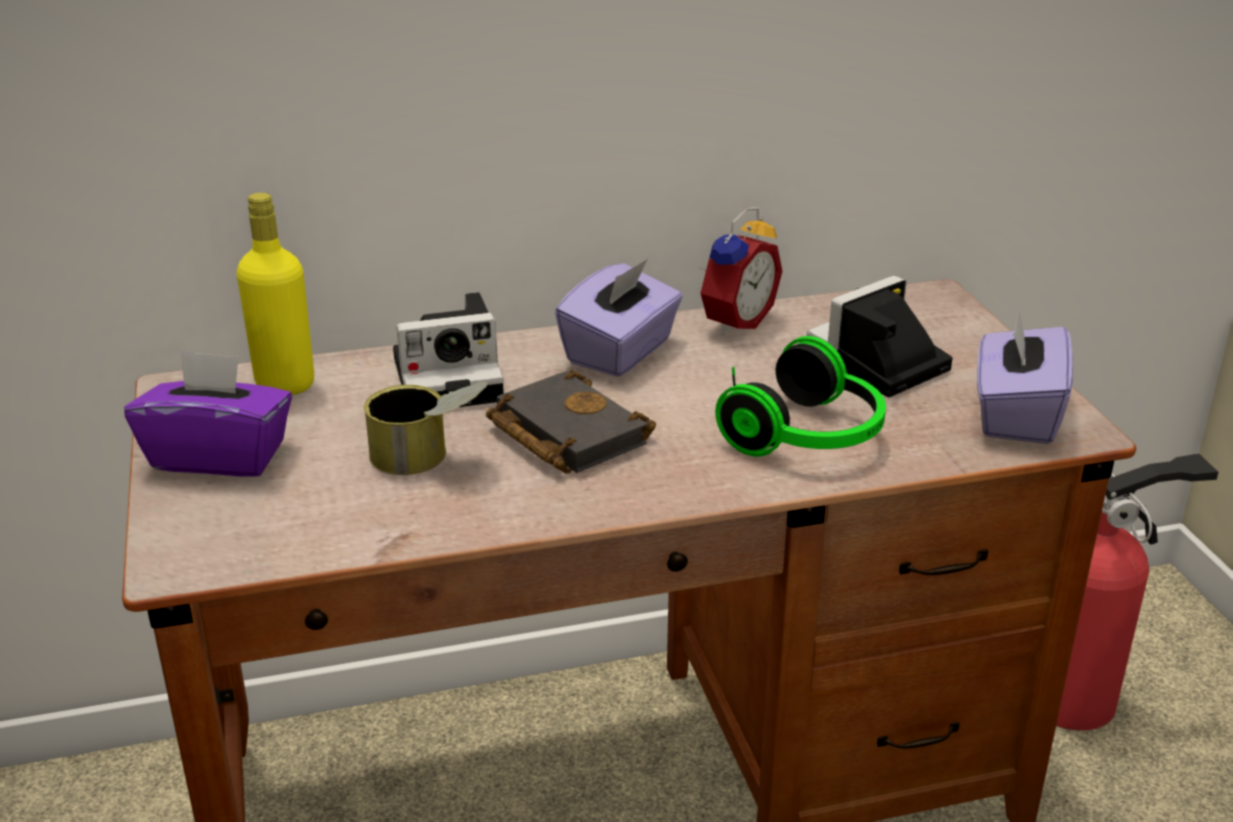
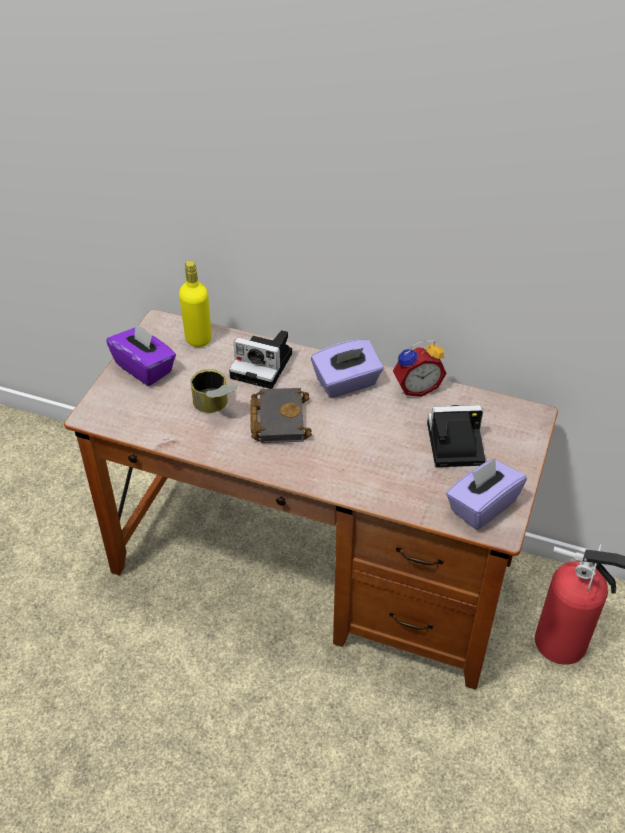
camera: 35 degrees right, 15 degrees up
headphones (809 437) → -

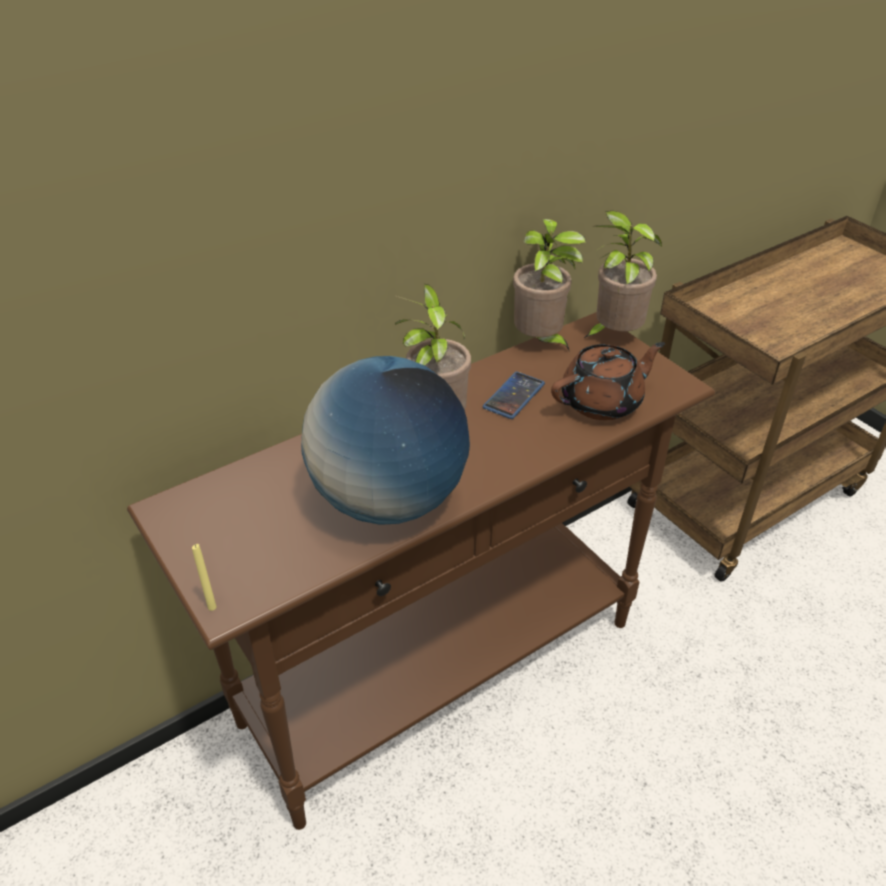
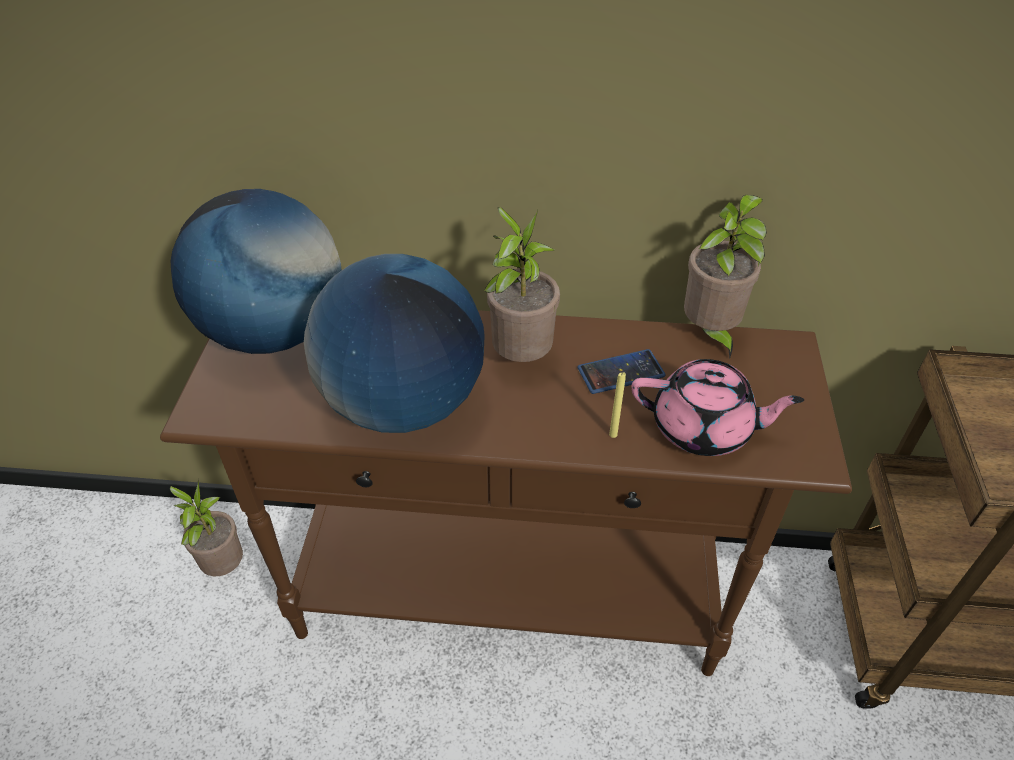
camera: 40 degrees right, 5 degrees up
potted plant (613 335) → potted plant (223 565), shifted
- → globe (274 332)
yellow candle (212 607) → yellow candle (613 434), shifted
brown teapot (603 402) → pink teapot (703 428)

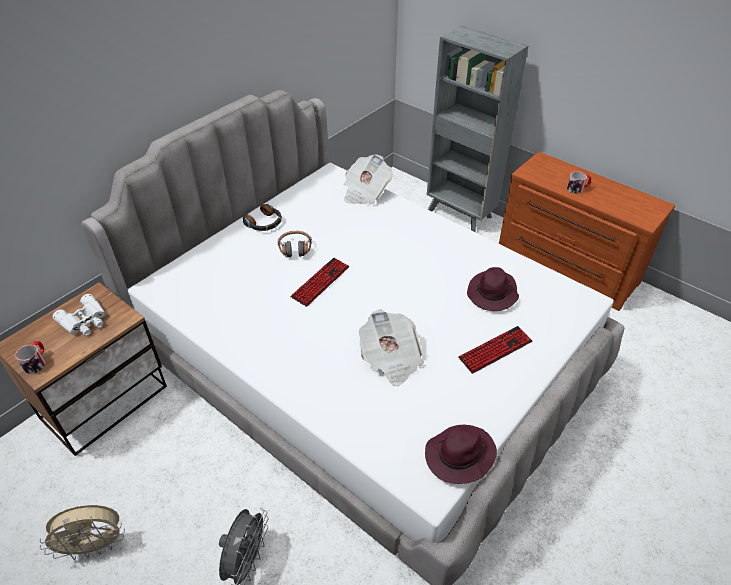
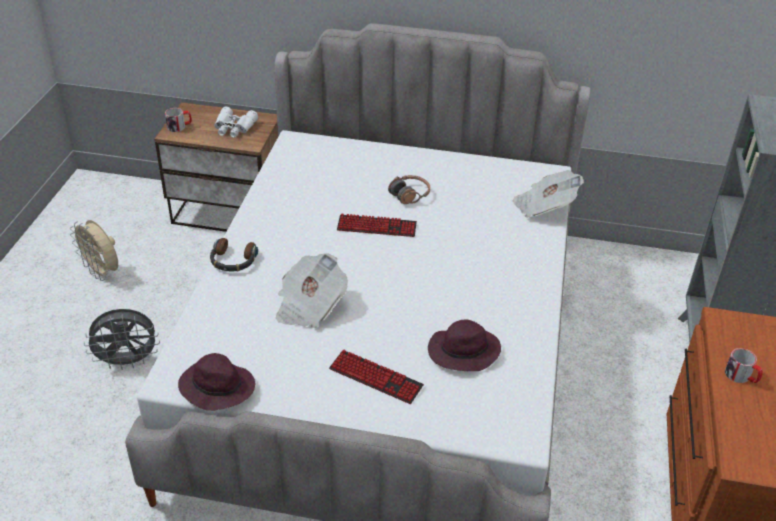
camera: 60 degrees right, 5 degrees down
headphones (264 223) → headphones (233 261), shifted

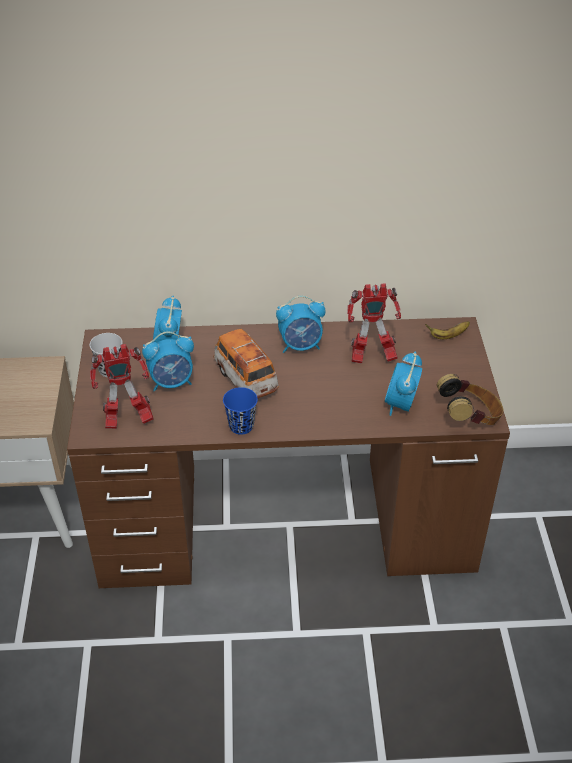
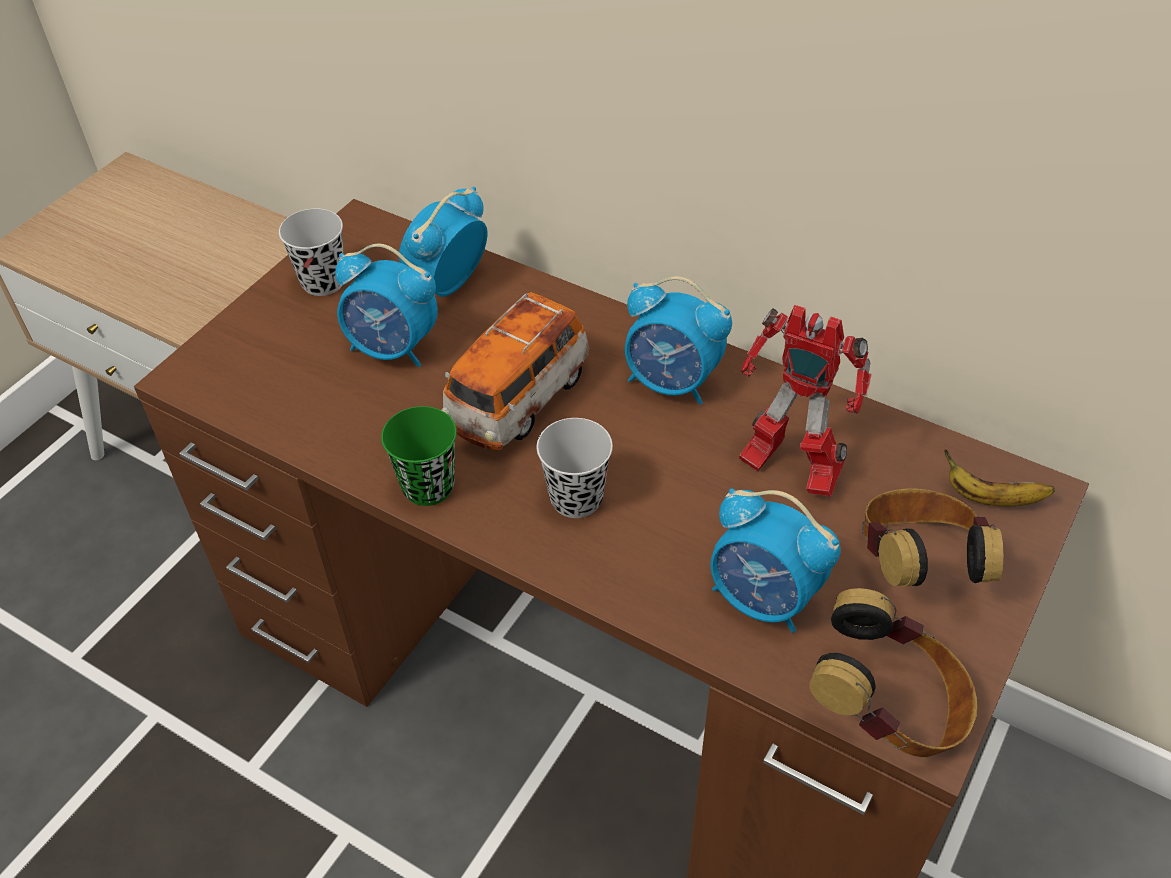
camera: 35 degrees right, 5 degrees up
blue cup (241 426) → green cup (428 486)
toy car (245 379) → toy car (518 400), 150 degrees counterclockwise
- → black cup (576 498)
alarm clock (401 404) → alarm clock (763 599), 105 degrees counterclockwise
- → headphones (916 564)
toy robot (126 420) → -

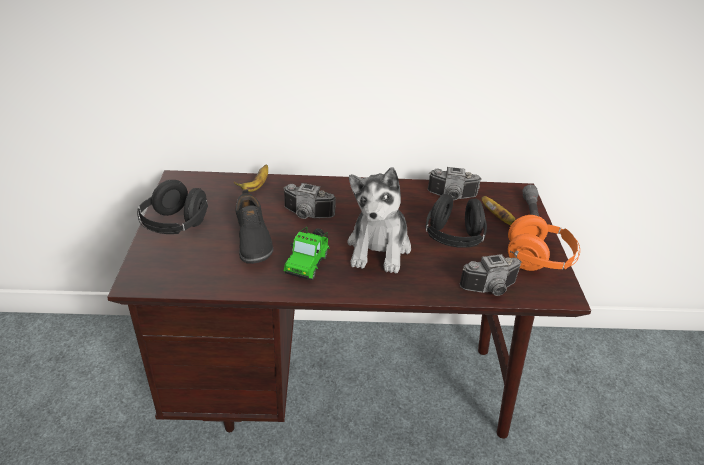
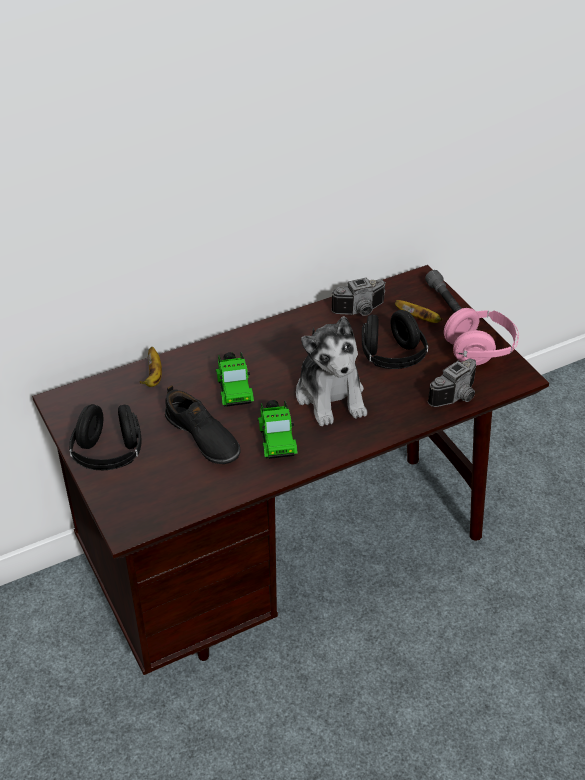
camera: 25 degrees left, 5 degrees up
photo camera (306 215) → toy car (234 389)
orange headphones (538 259) → pink headphones (480 350)

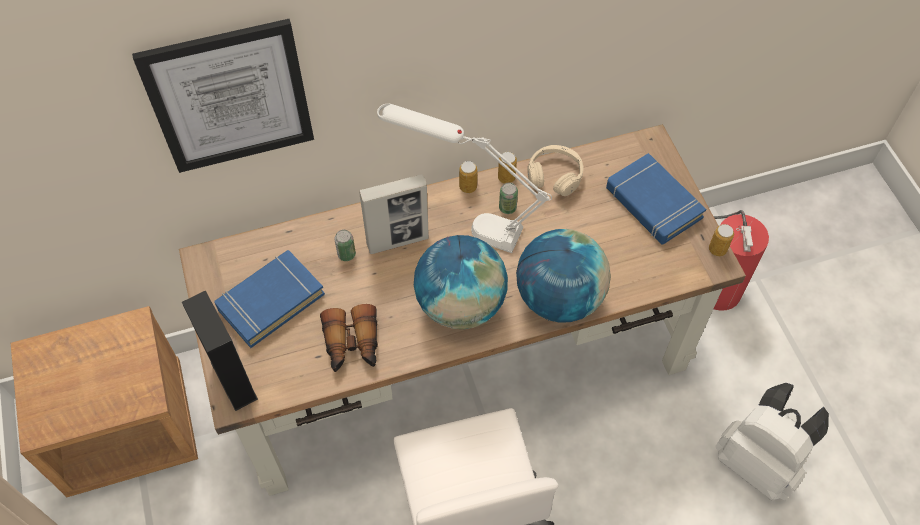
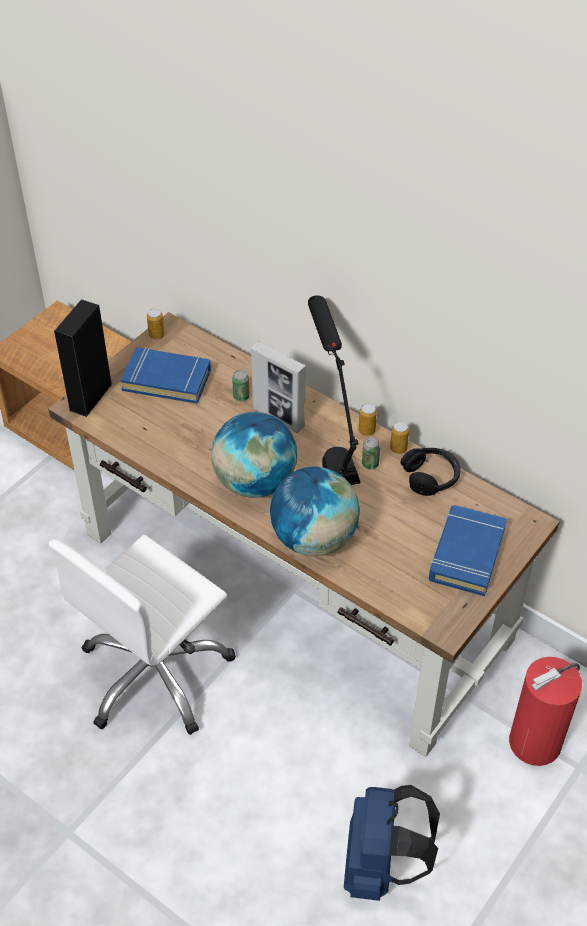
camera: 55 degrees right, 10 degrees down
can (717 249) → can (156 335), shifted
white table lamp (464 222) → black table lamp (331 446)
white backpack (758 462) → blue backpack (381 866)
beige headphones (555 175) → black headphones (430 477)
picture (230 97) → -
binoculars (352 345) → -

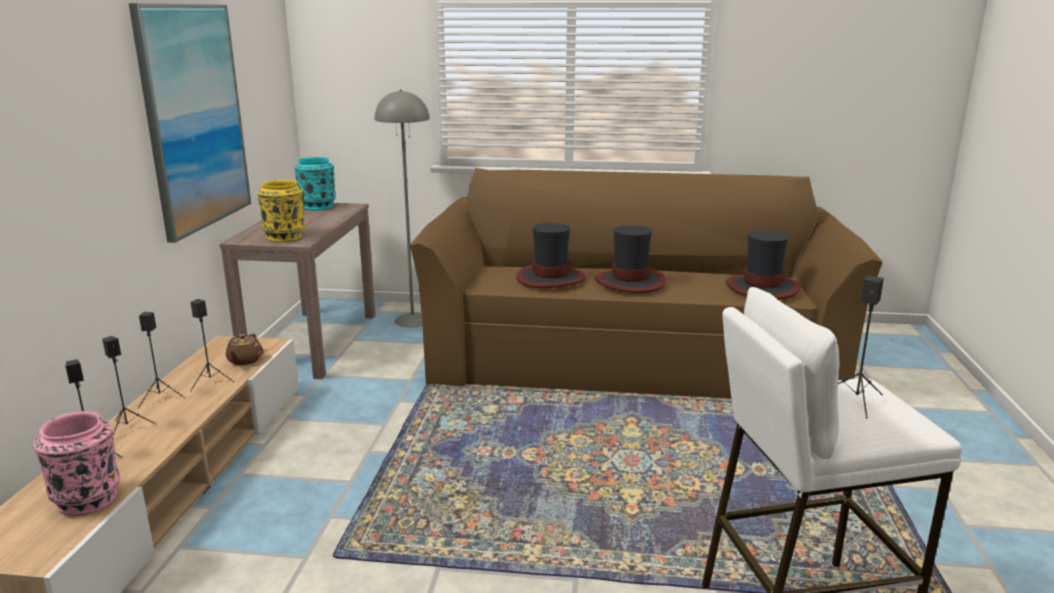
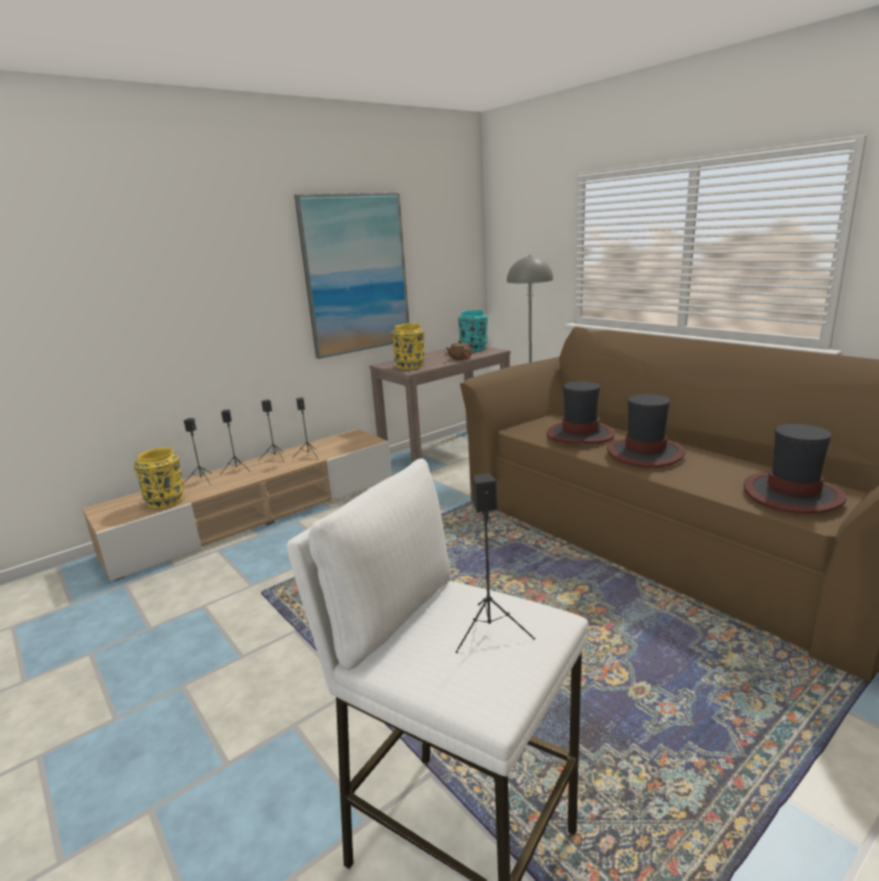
camera: 45 degrees right, 0 degrees up
pink vase (87 499) → yellow vase (166 501)
brown teapot (245 361) → brown teapot (460 358), shifted

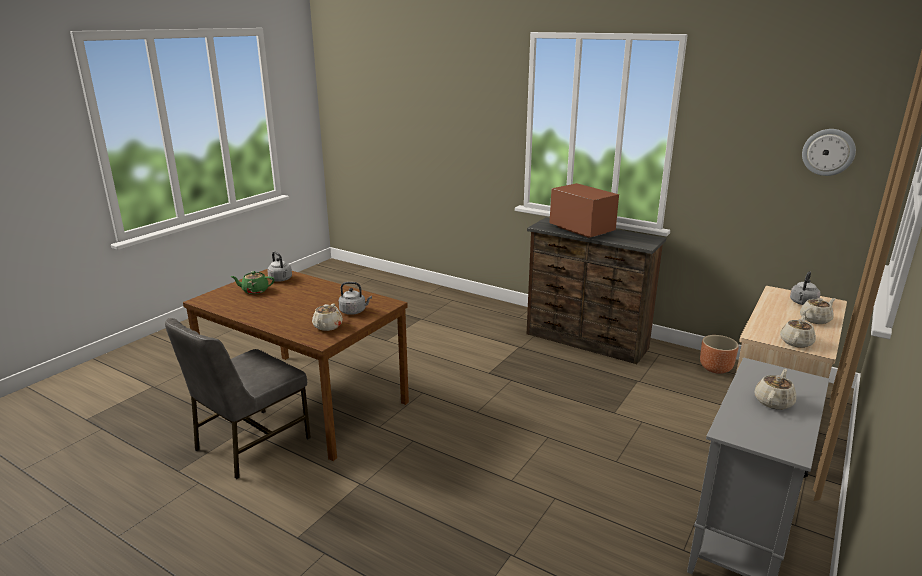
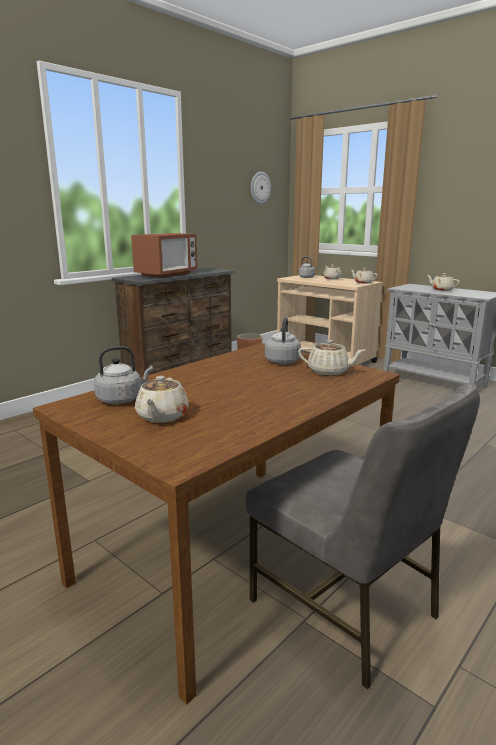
camera: 80 degrees left, 5 degrees down
microwave (582 230) → microwave (166 274), 150 degrees clockwise
green teapot (254 290) → beige teapot (162 416)

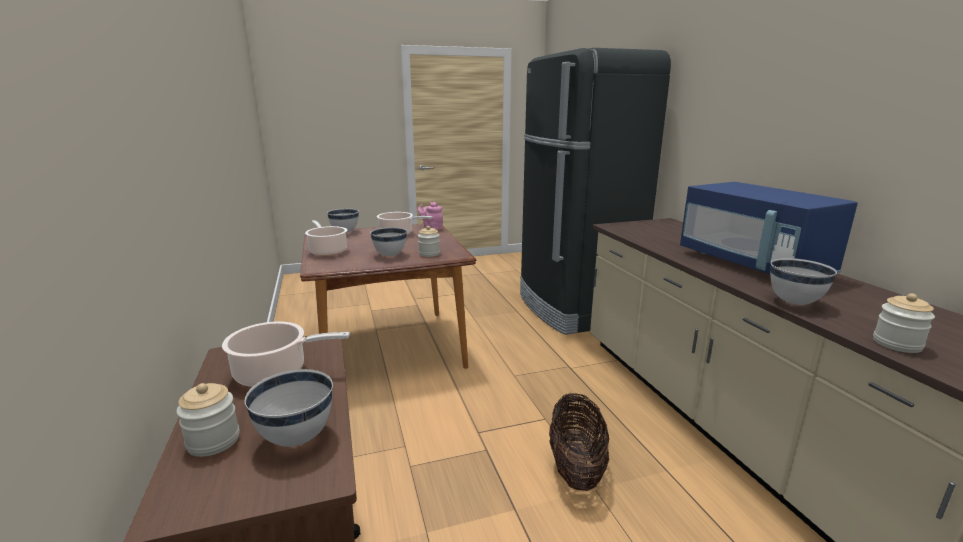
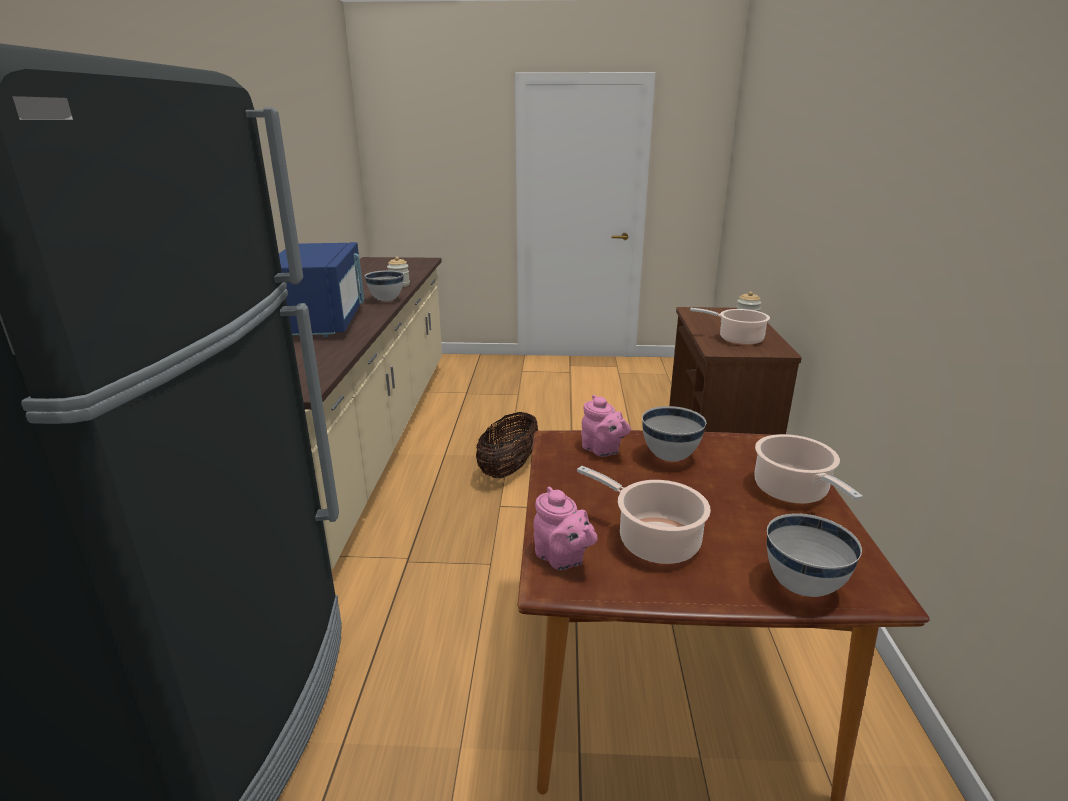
camera: 160 degrees left, 5 degrees up
jar (429 254) → pink teapot (603 450)
white bowl (296 438) → -

